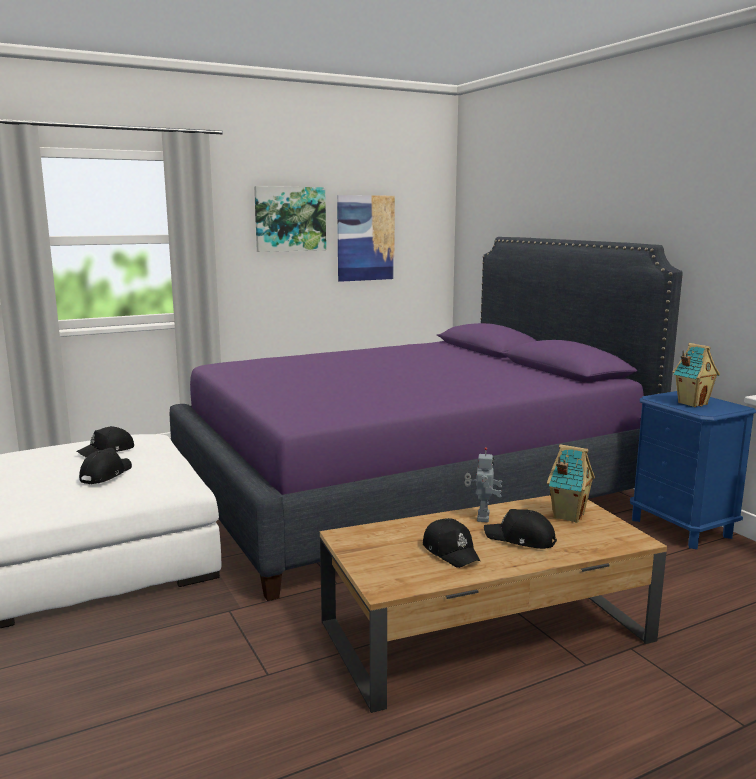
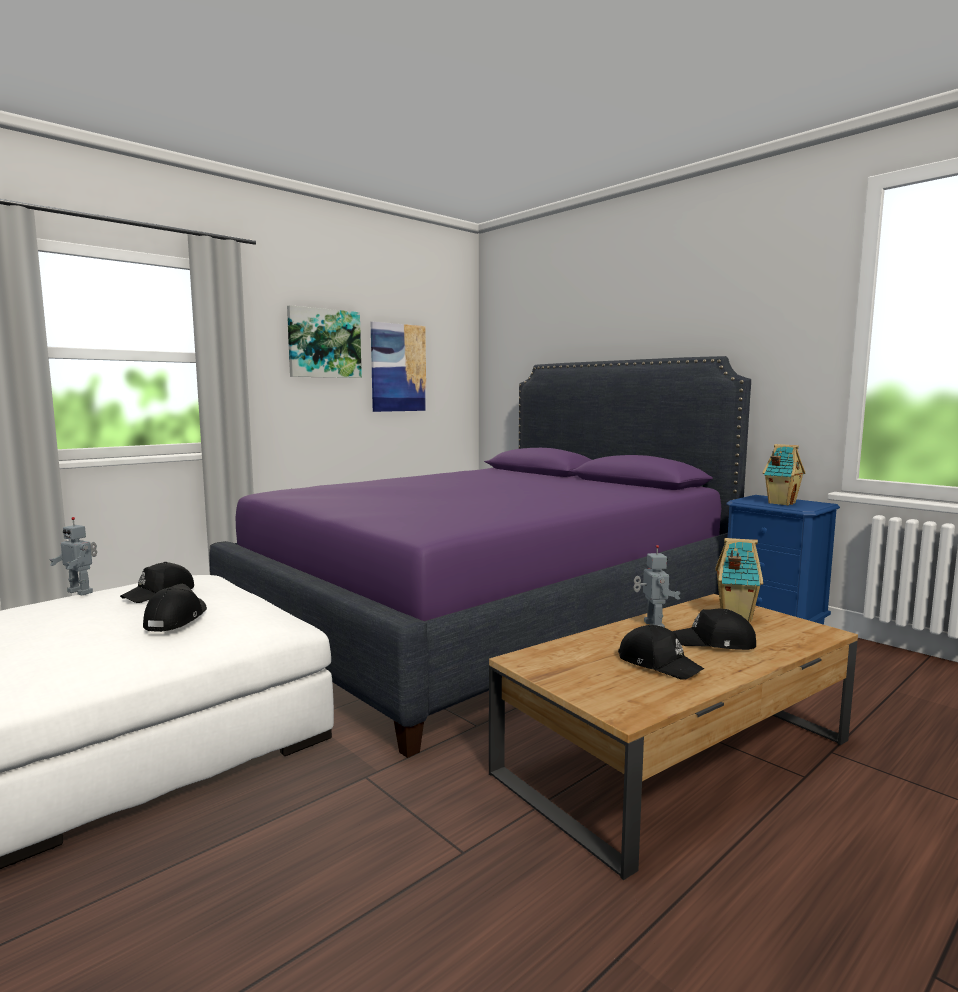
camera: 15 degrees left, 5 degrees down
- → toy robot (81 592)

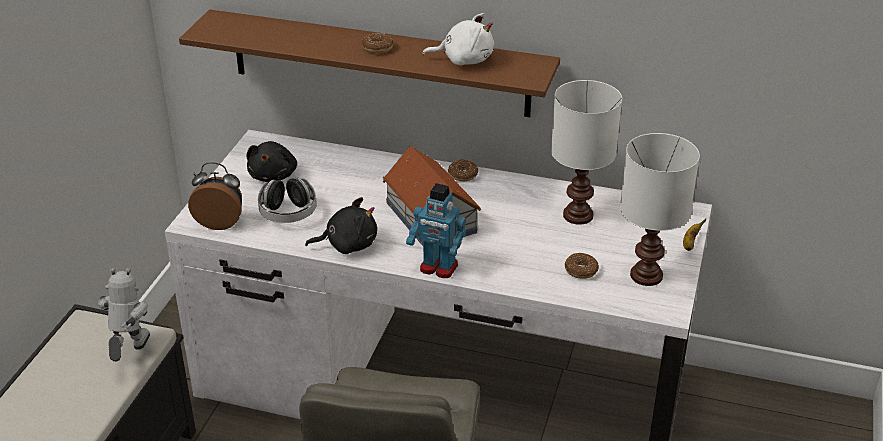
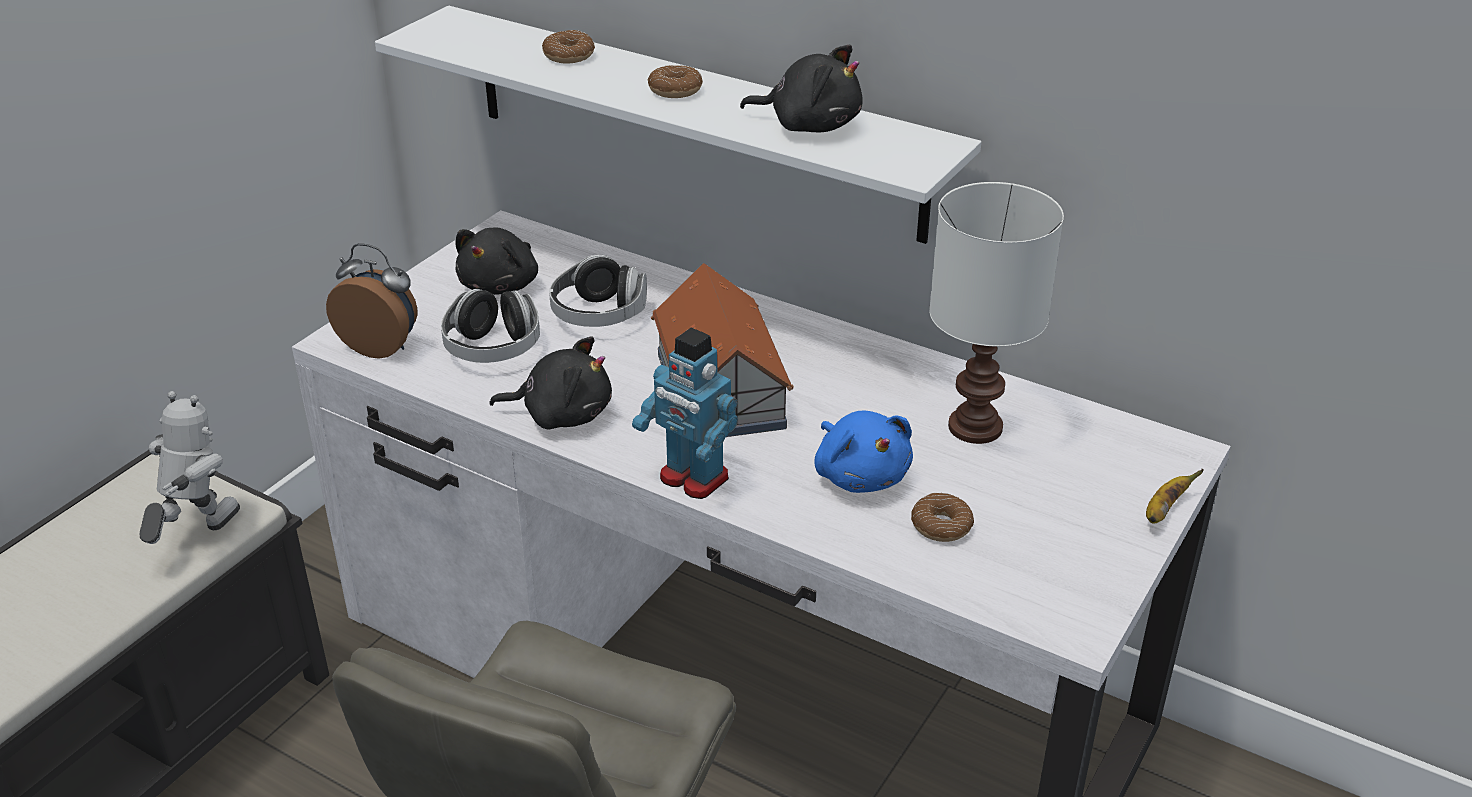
camera: 15 degrees right, 0 degrees up
brown shelf (379 63) → white shelf (692 121)
donut (463 175) → donut (568 55), shifted
- → headphones (599 315)
white plush toy (464 60) → black plush toy (810 125)
- → blue plush toy (860 475)
white table lamp (647 276) → -

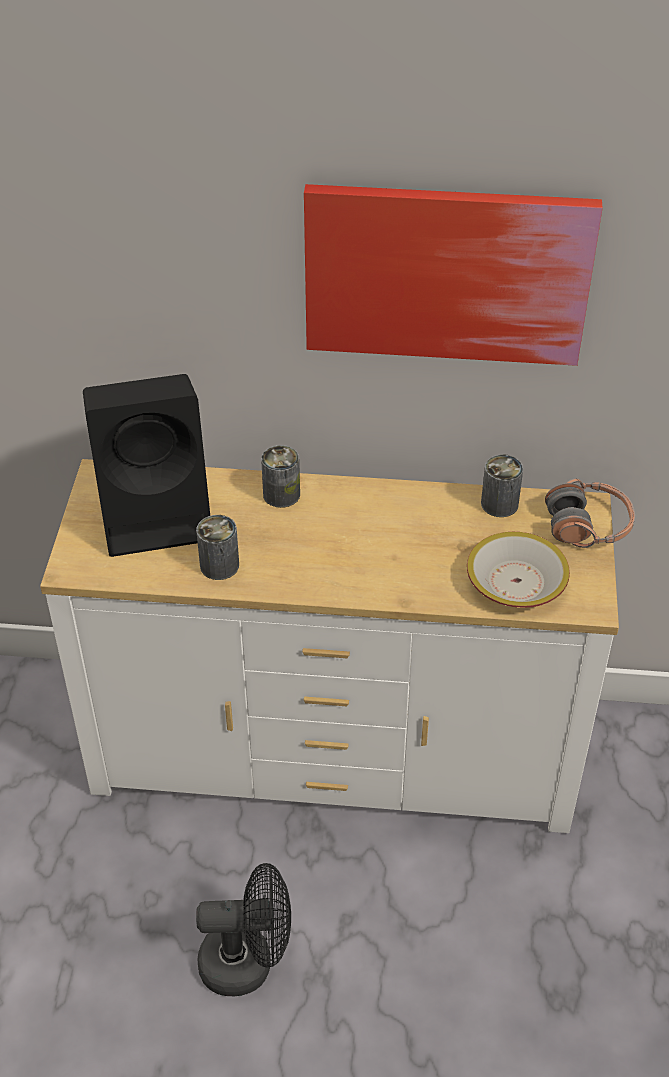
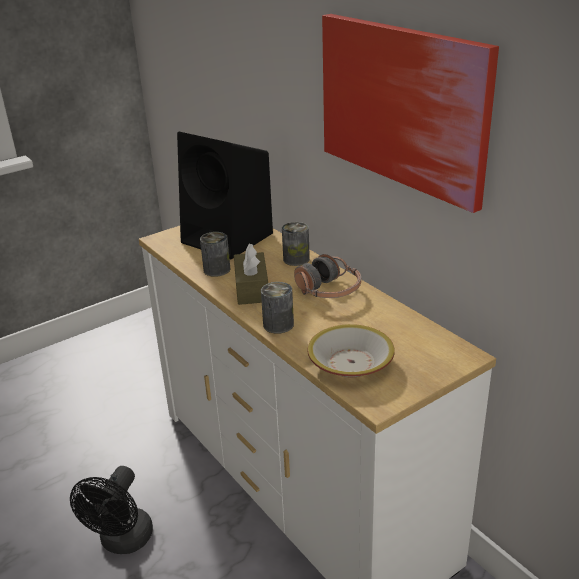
camera: 50 degrees right, 15 degrees down
black fan (248 962) → black fan (123 542), 60 degrees clockwise
- → brown tissue box (251 288)
can (499 504) → can (278 324), shifted
headphones (588 525) → headphones (328 291), shifted

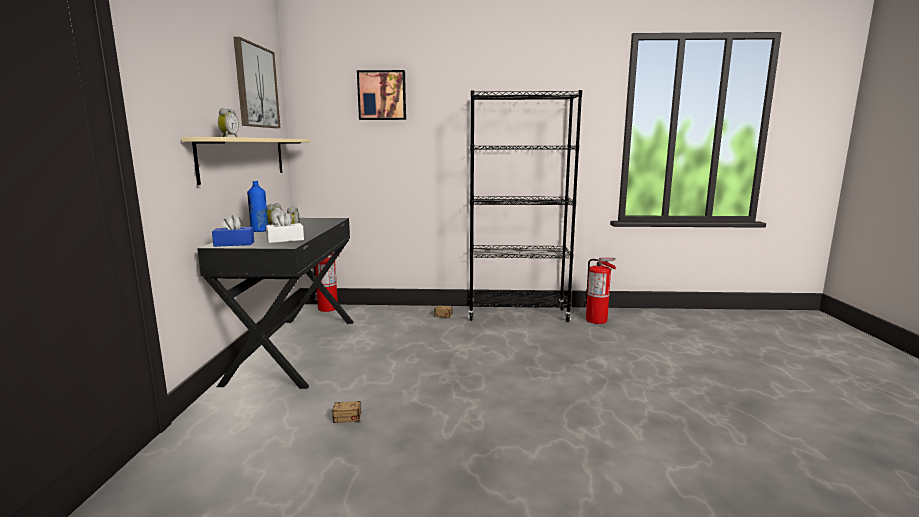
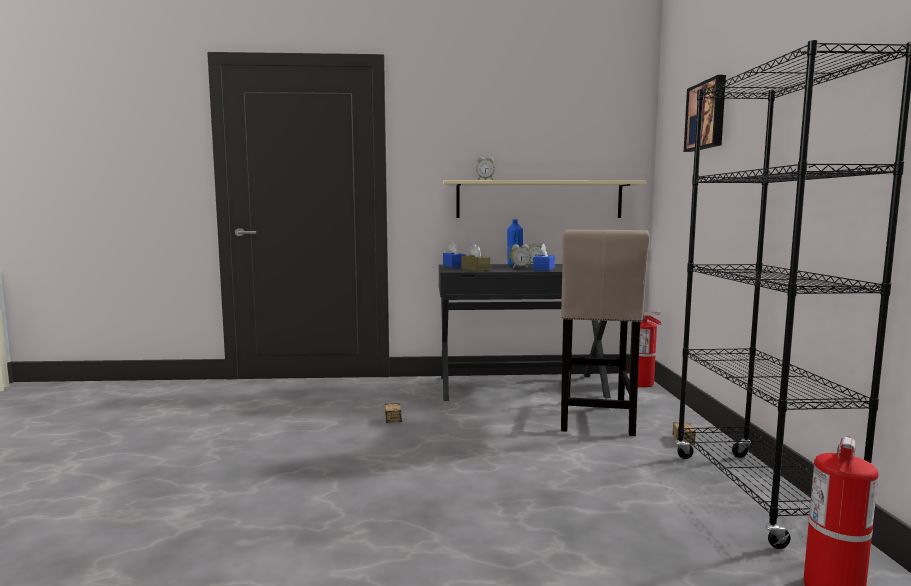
camera: 85 degrees right, 5 degrees down
white tissue box (285 240) → brown tissue box (475 269)
- → blue tissue box (544 269)
- → beige stool (595 419)
picture (256 86) → -

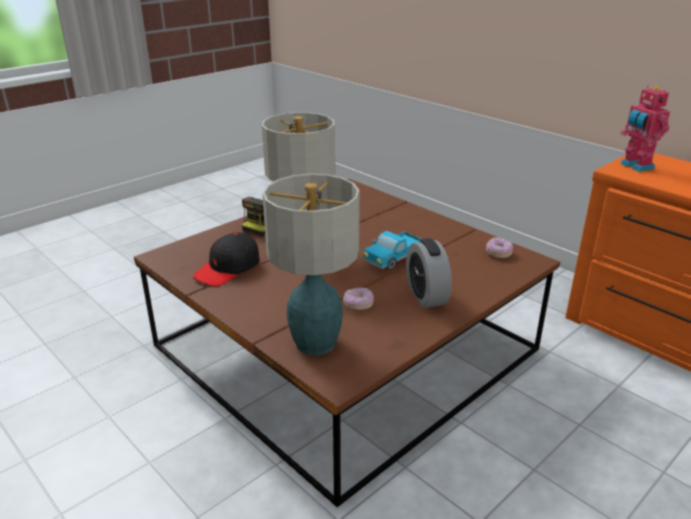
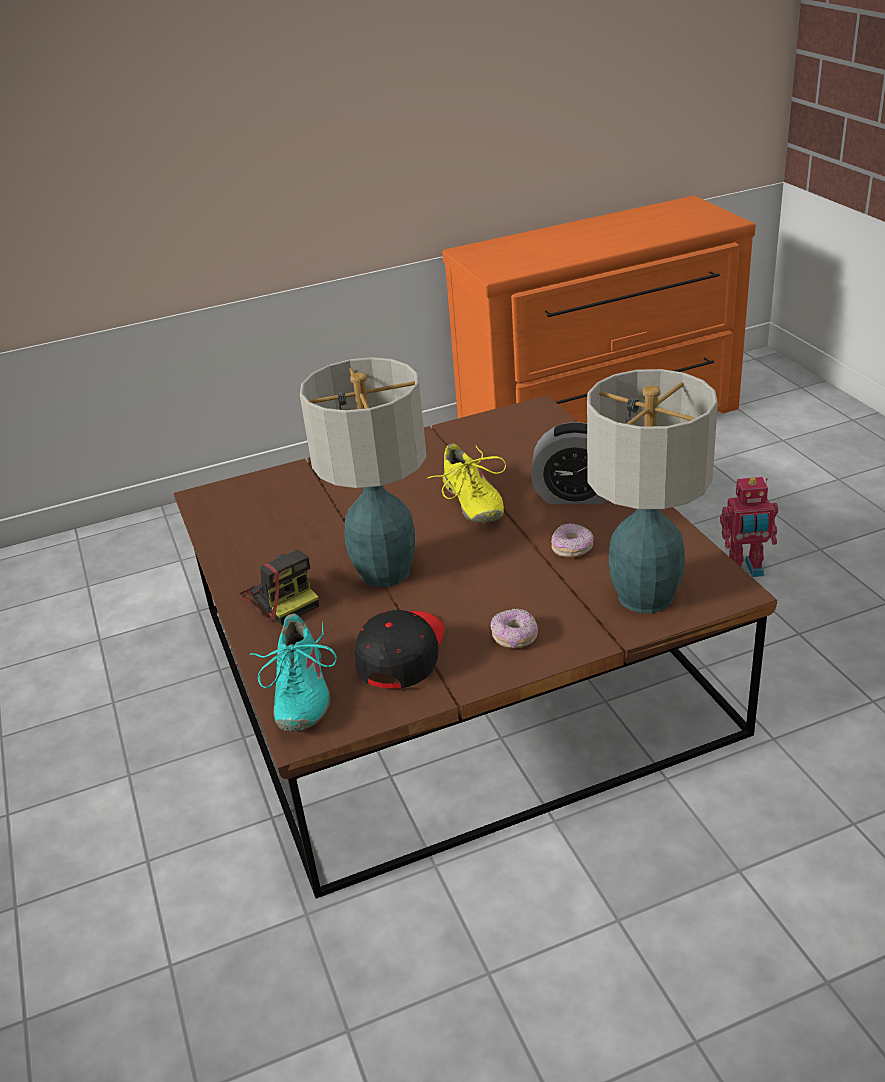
camera: 65 degrees left, 5 degrees up
- → turquoise shoe (299 692)
black cap (228 268) → black cap (401 654), 135 degrees counterclockwise
toy truck (392 260) → yellow shoe (471 502)
donut (498 253) → donut (514 637), shifted
toy robot (635 166) → toy robot (745 570), shifted

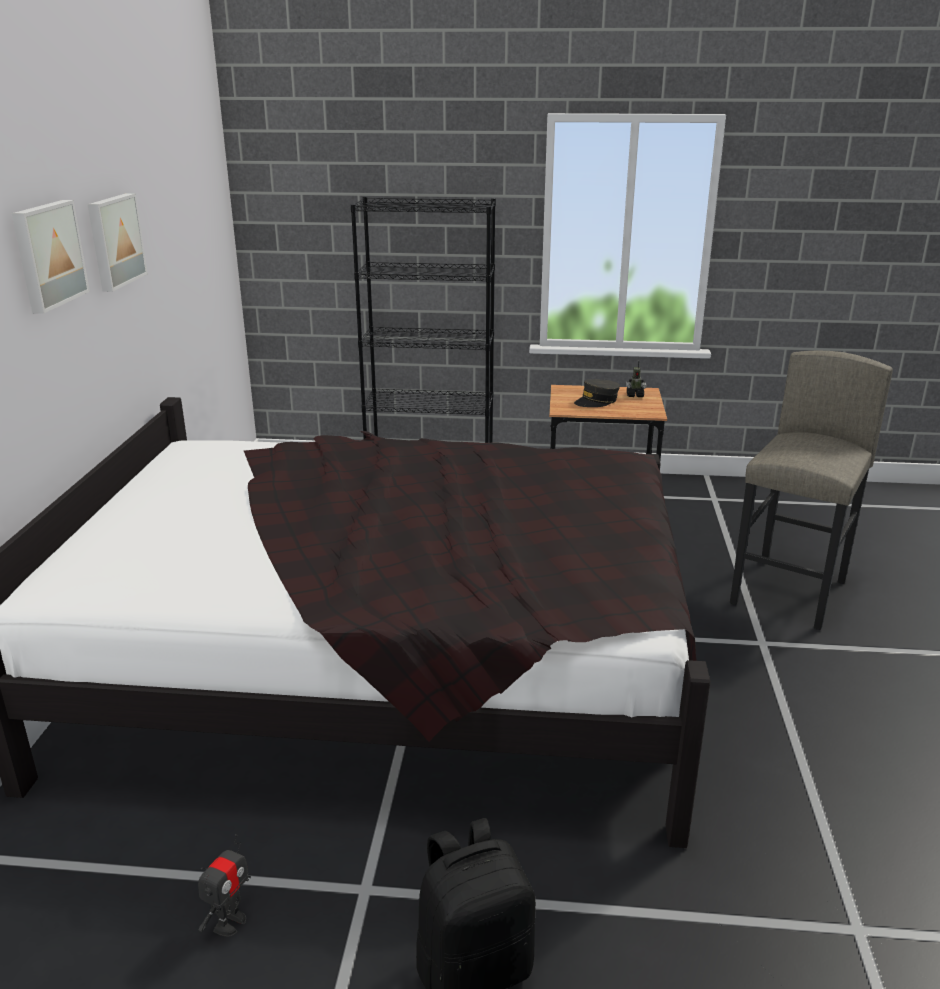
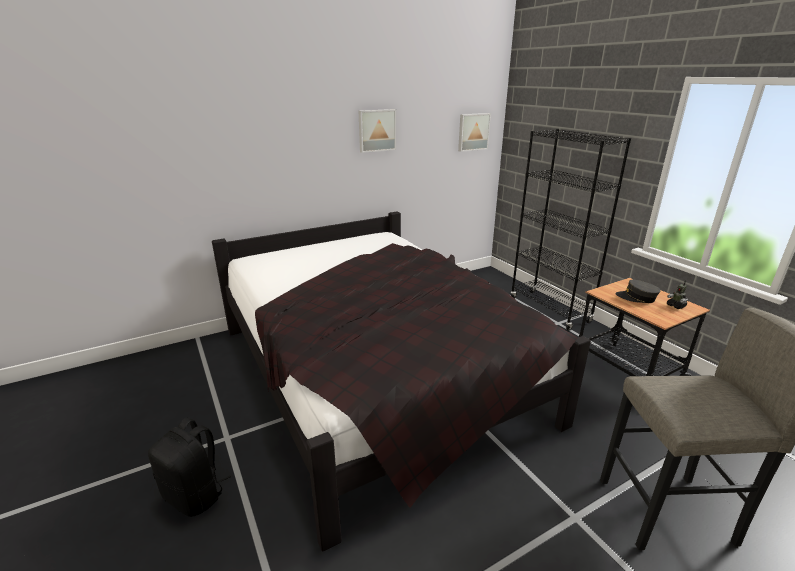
camera: 55 degrees right, 0 degrees up
picture (47 255) → picture (473 132), shifted
toy robot (230 922) → -

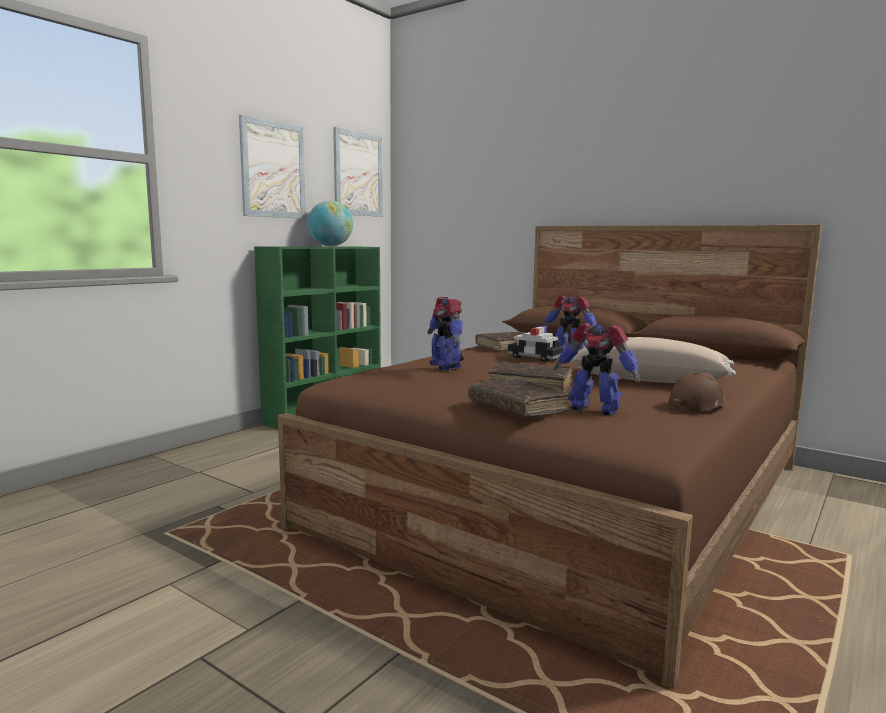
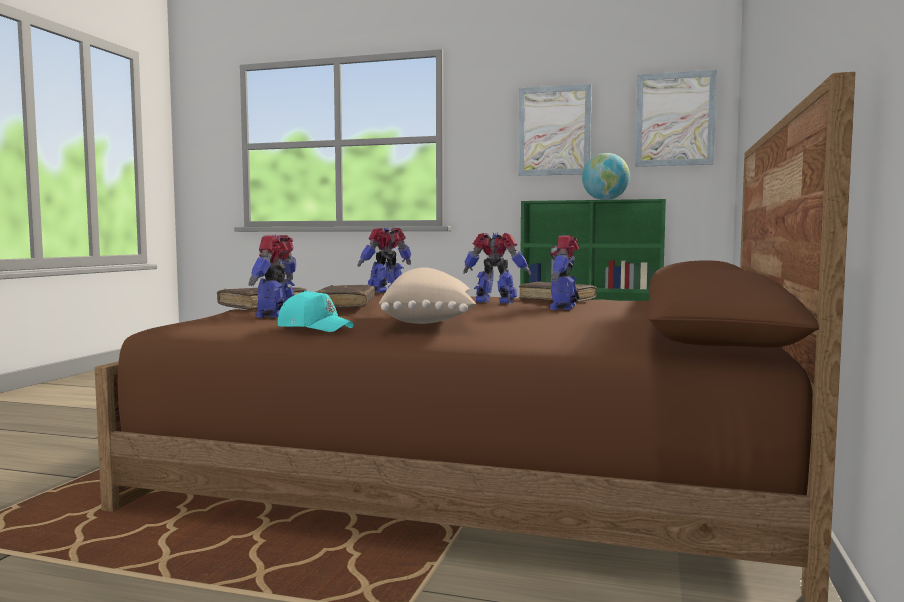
camera: 70 degrees right, 5 degrees down
brown cap (697 405) → turquoise cap (314 328)
toy car (534 357) → toy robot (495 302)

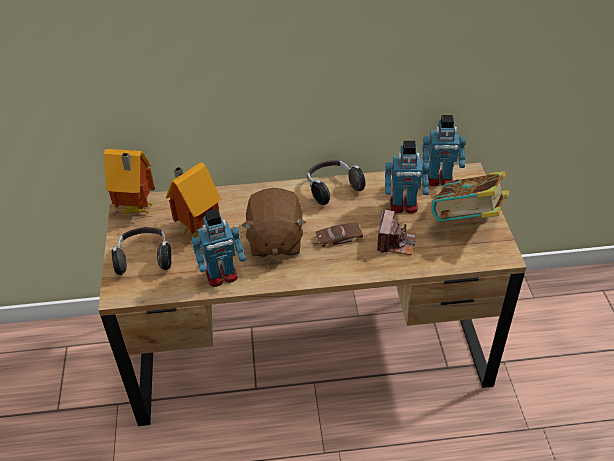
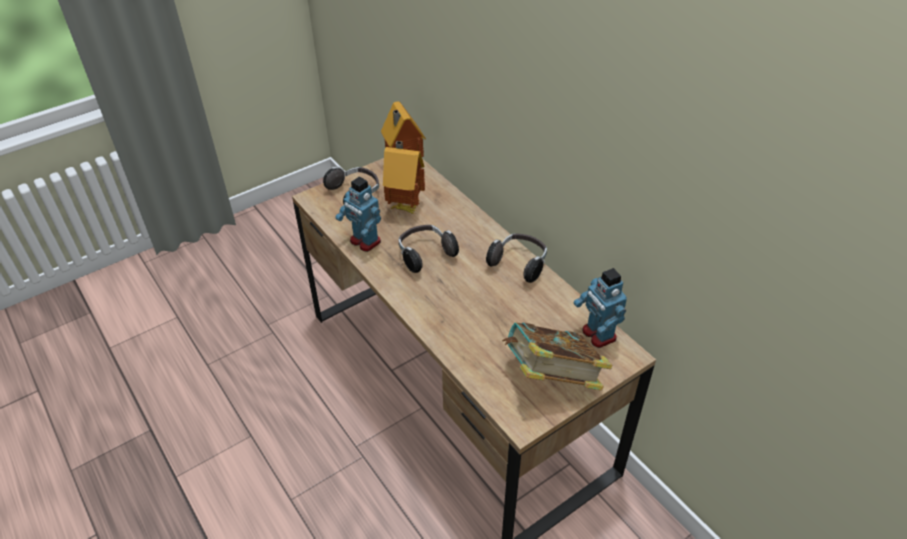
camera: 60 degrees right, 0 degrees up
brown plush toy (274 240) → headphones (425 254)
brown toy car (339 237) → -
photo camera (395 242) → -
toy robot (403 206) → -

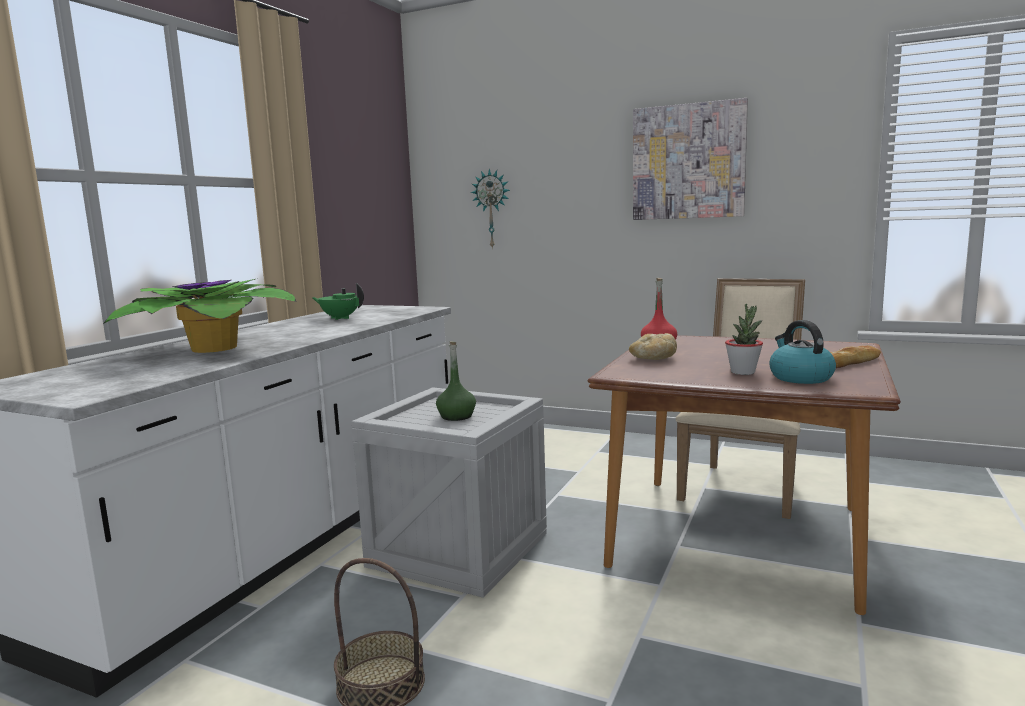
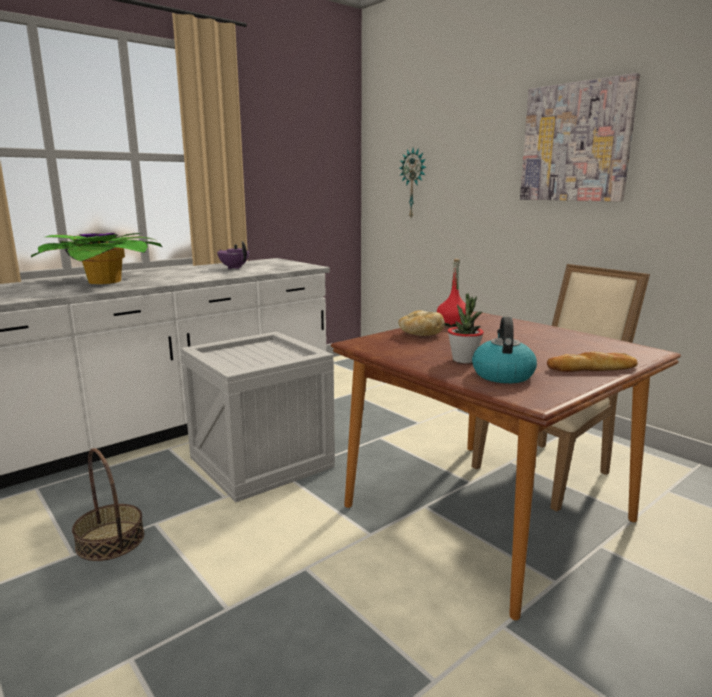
camera: 25 degrees right, 5 degrees up
green teapot (340 318) → purple teapot (234 268)
green bottle (456 416) → -

